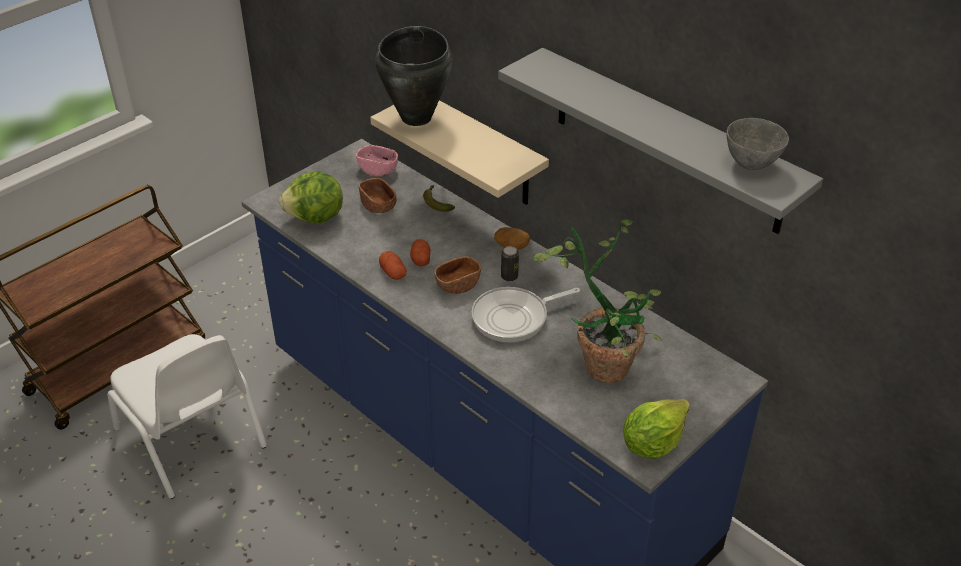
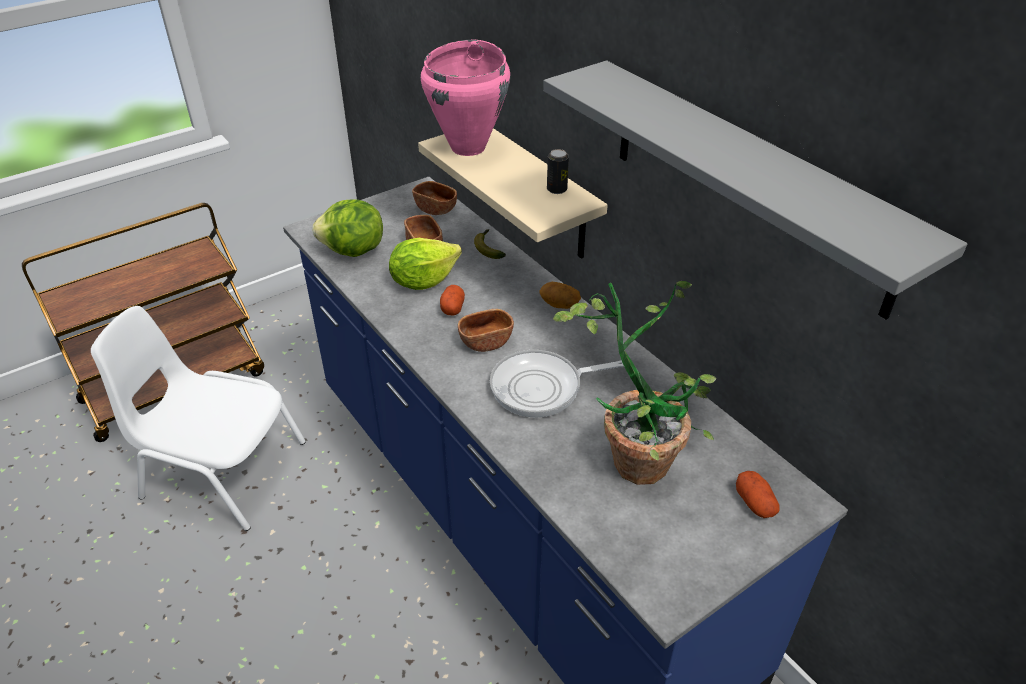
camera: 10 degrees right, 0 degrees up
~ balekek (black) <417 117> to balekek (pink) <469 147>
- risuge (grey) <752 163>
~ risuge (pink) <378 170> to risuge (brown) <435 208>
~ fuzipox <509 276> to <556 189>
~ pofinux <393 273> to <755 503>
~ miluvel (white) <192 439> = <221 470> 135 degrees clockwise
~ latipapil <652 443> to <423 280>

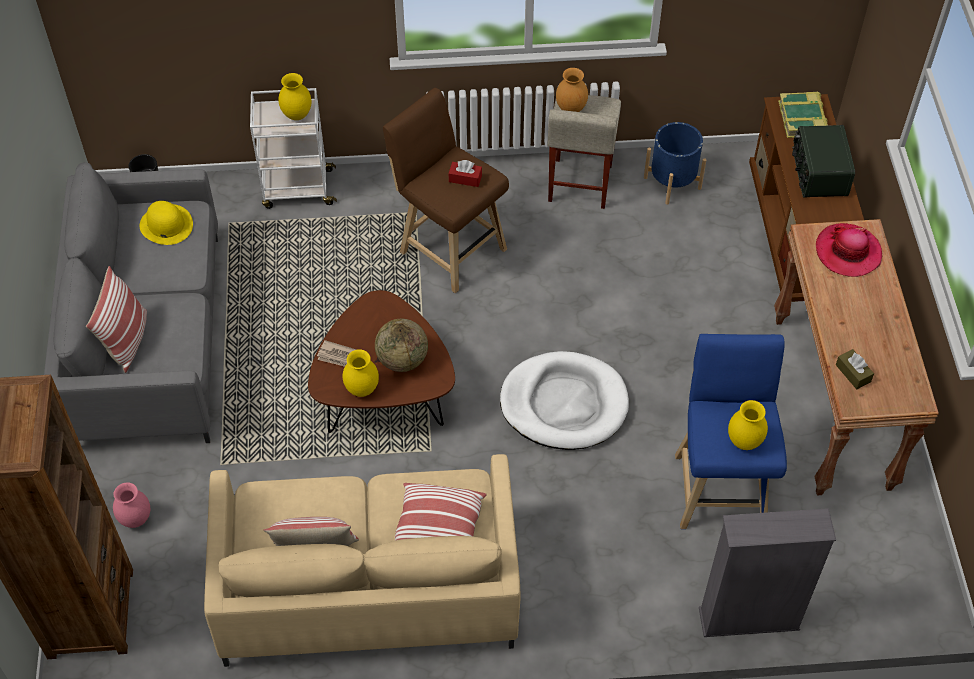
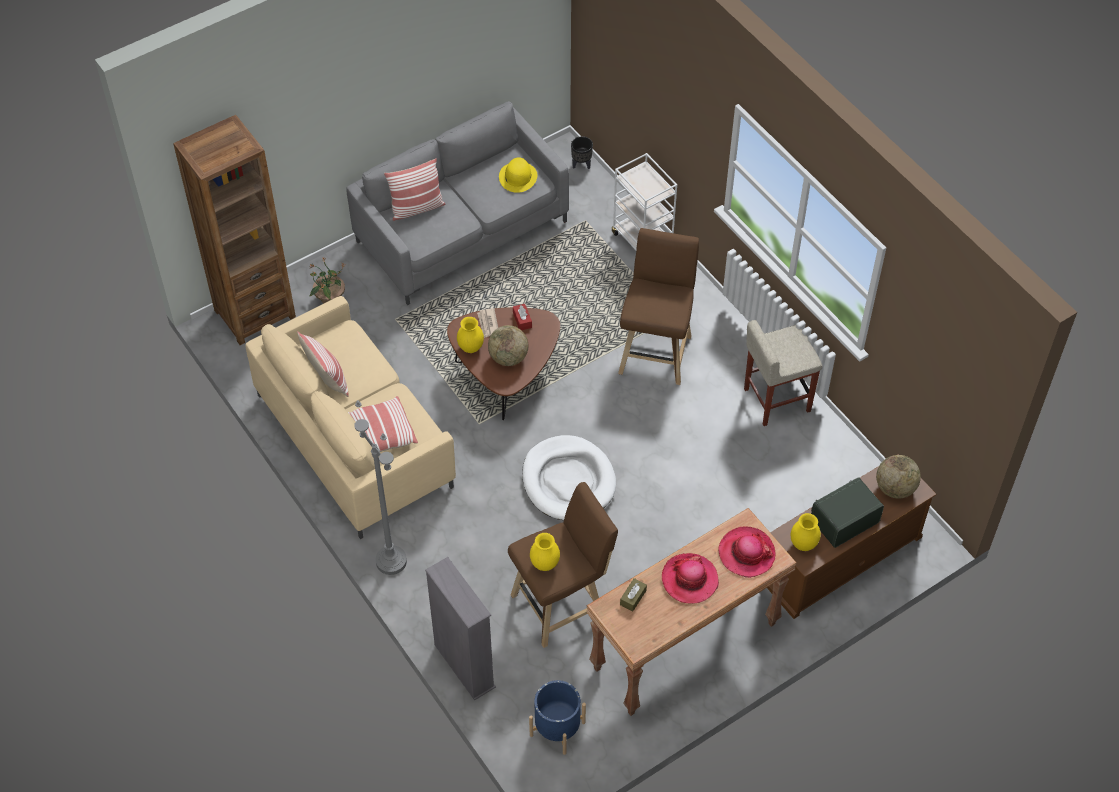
camera: 60 degrees right, 0 degrees up
- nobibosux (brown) <570 109>
~ nobibosux (yellow) <297 115> to <803 545>
~ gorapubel <803 119> to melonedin <895 488>
~ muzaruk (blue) <672 183> to <557 729>
~ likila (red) <465 178> to <522 320>
~ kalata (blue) <719 485> to kalata (brown) <562 604>
~ nobibosux (pink) <135 519> to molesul <329 299>
+ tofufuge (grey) <391 561>
+ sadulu <689 580>

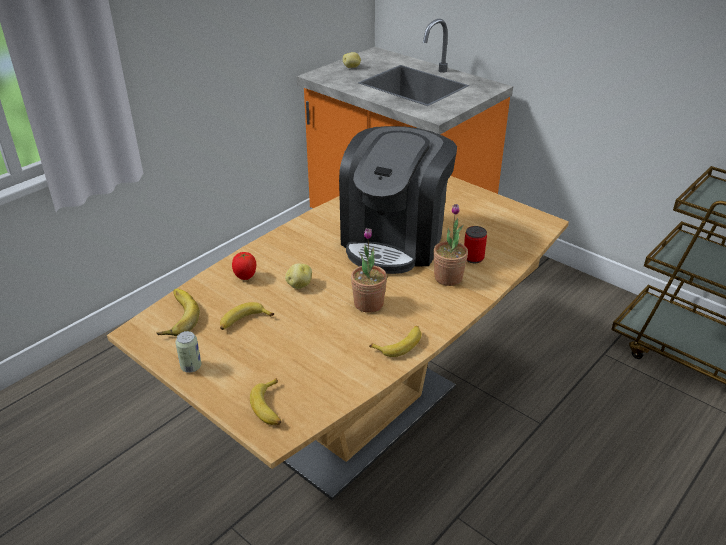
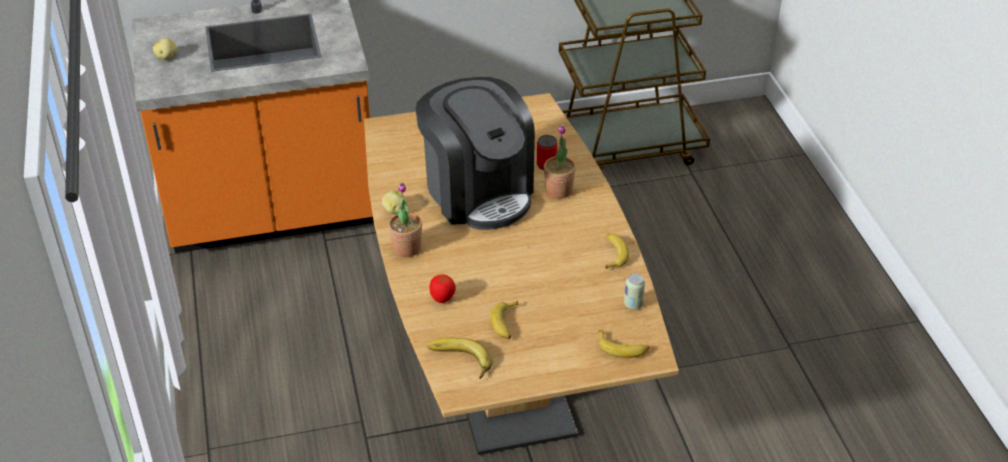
camera: 55 degrees left, 5 degrees up
~ molesul <368 304> to <406 248>
~ pofinux <299 285> to <394 211>
~ fuzipox <191 367> to <633 304>

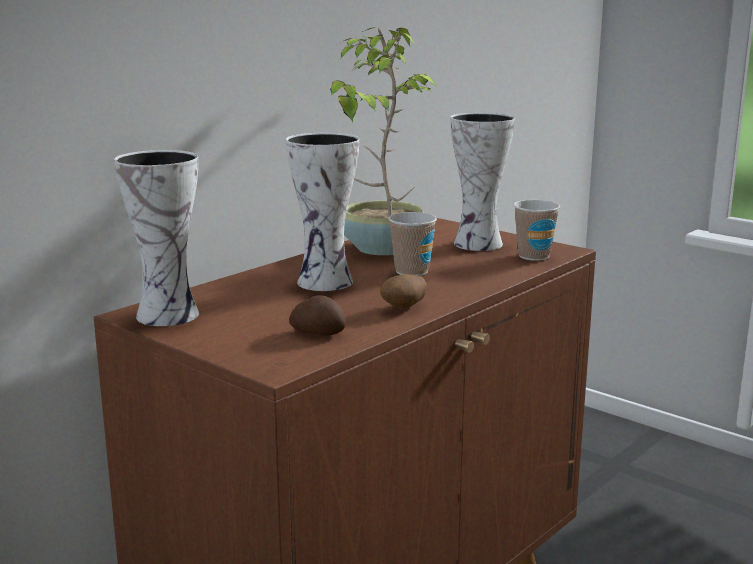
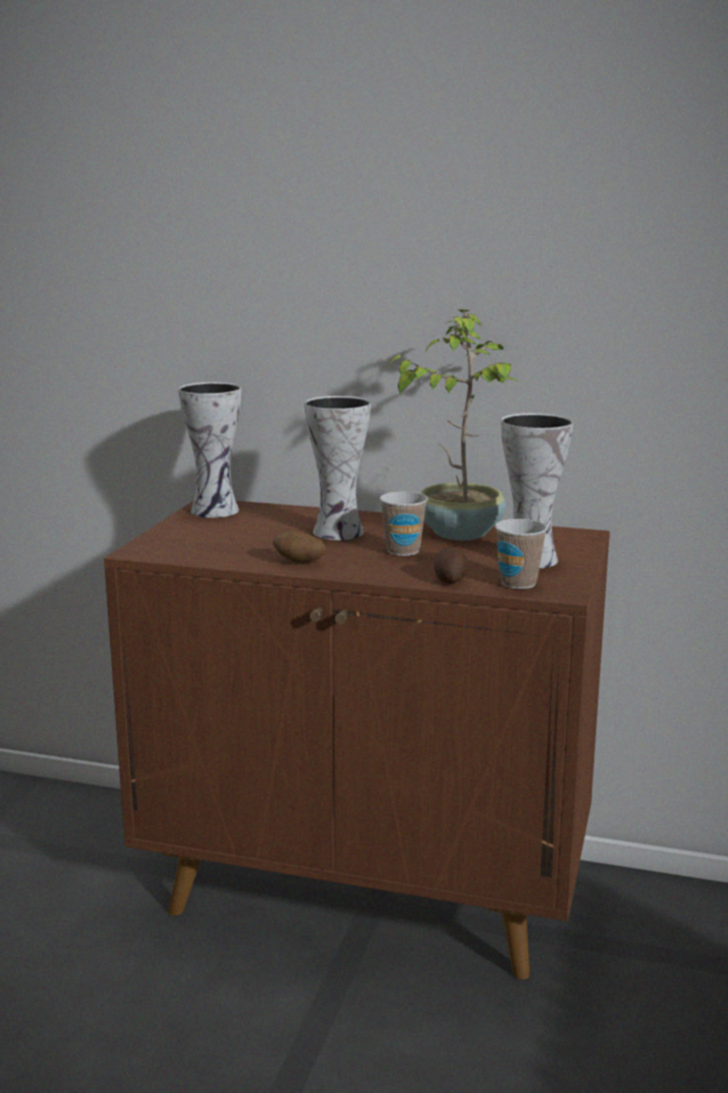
camera: 65 degrees right, 0 degrees up
~ pofinux <318 332> to <450 579>

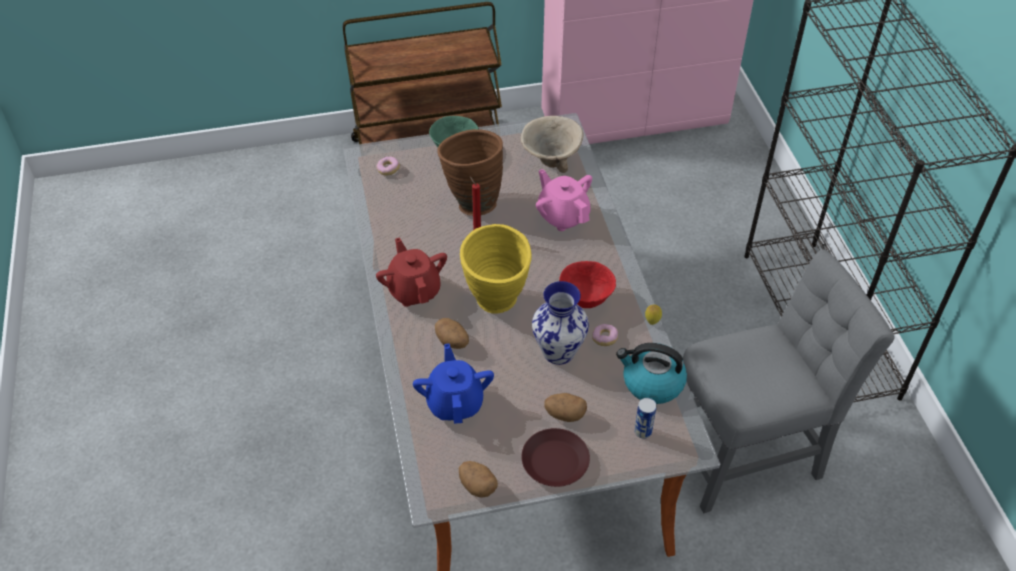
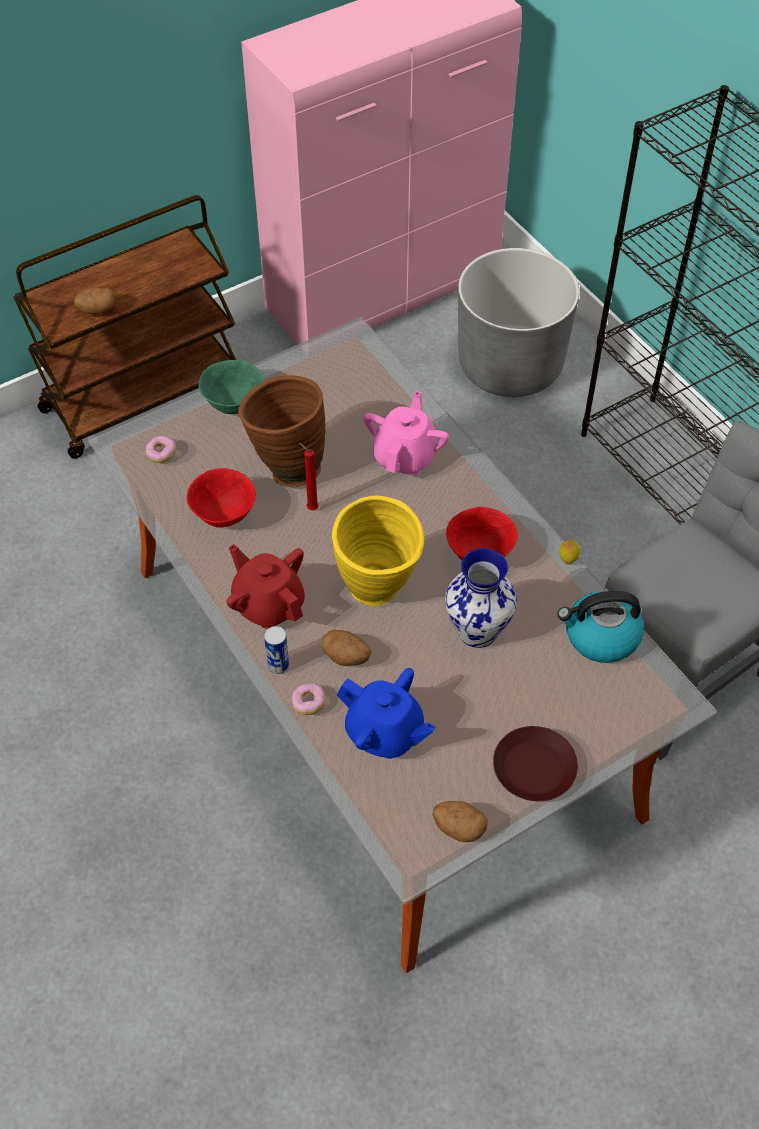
camera: 20 degrees left, 5 degrees up
- risuge (beige) <550 161>
~ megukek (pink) <563 216> = <405 456> 75 degrees clockwise
~ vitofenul <604 339> to <308 703>
~ megukek (blue) <455 402> = <384 733> 150 degrees clockwise
~ pofinux <564 414> to <96 310>
~ fuzipox <643 431> to <278 665>
+ muzaruk (grey) <510 365>
+ risuge (red) <224 516>

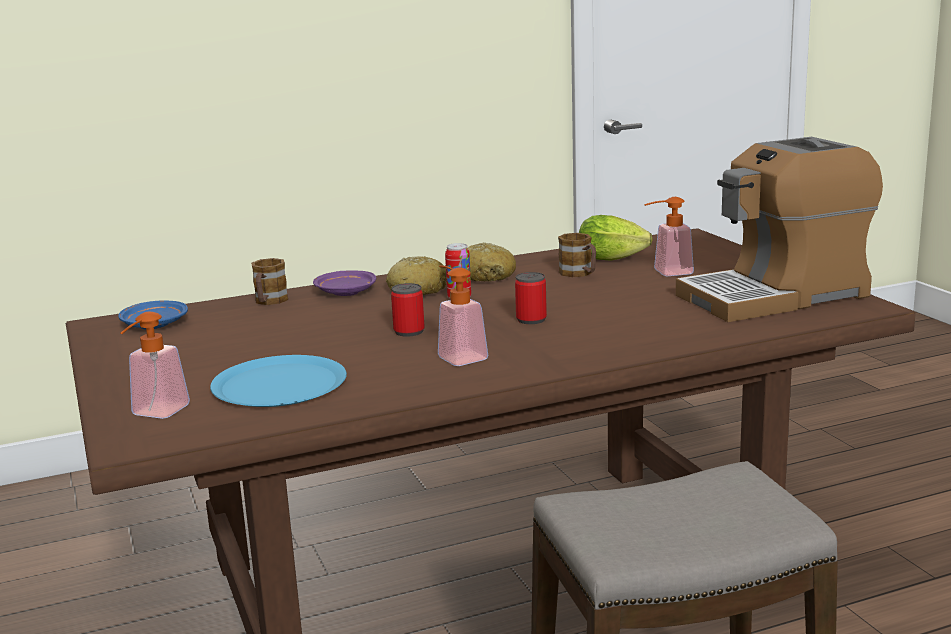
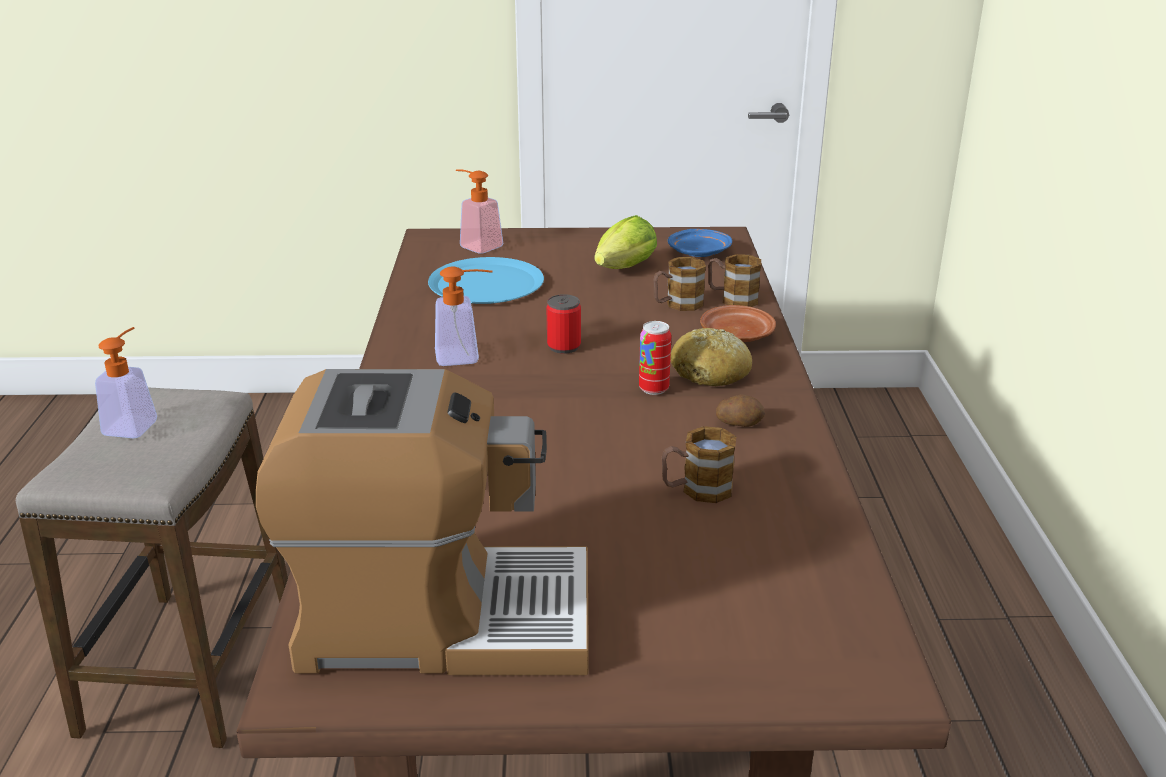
camera: 110 degrees right, 10 degrees up
~ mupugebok <776 296> = <441 619> 90 degrees clockwise
~ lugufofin <666 273> to <135 423>
~ latipapil <615 259> to <622 270>
~ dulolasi <486 276> to pofinux <739 423>
~ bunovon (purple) <345 292> to bunovon (brown) <736 335>
- fuzipox <531 320>
+ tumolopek <677 305>

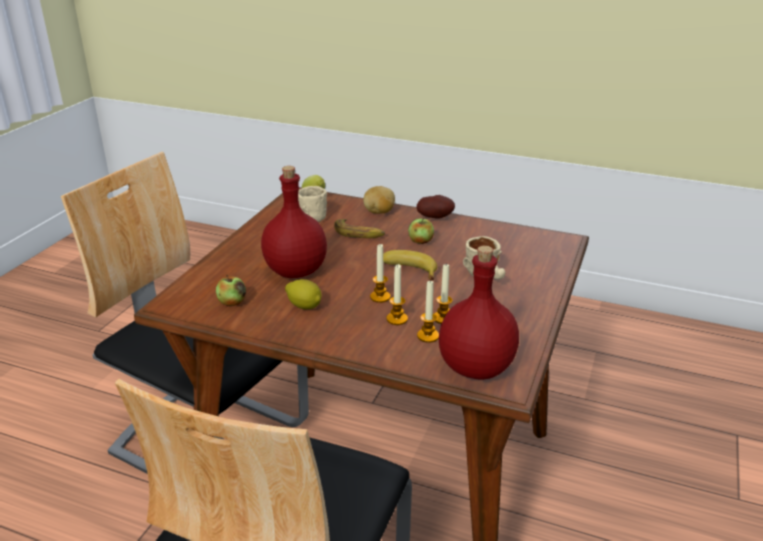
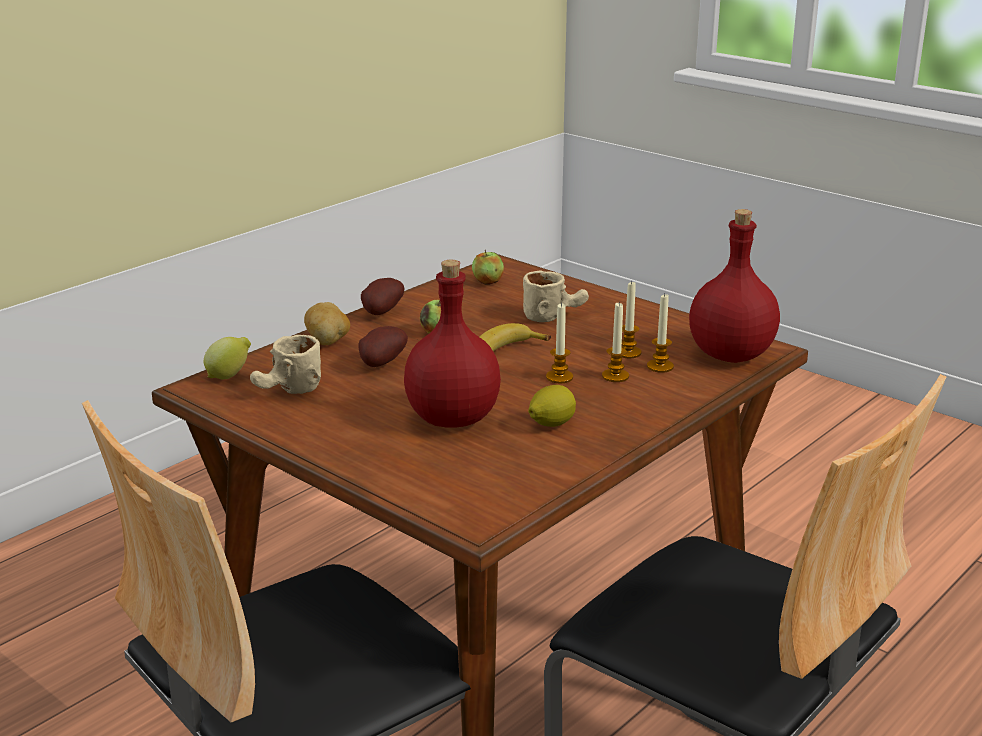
camera: 70 degrees left, 5 degrees down
~ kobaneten <359 233> to pofinux <380 364>
~ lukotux <232 302> to <487 282>

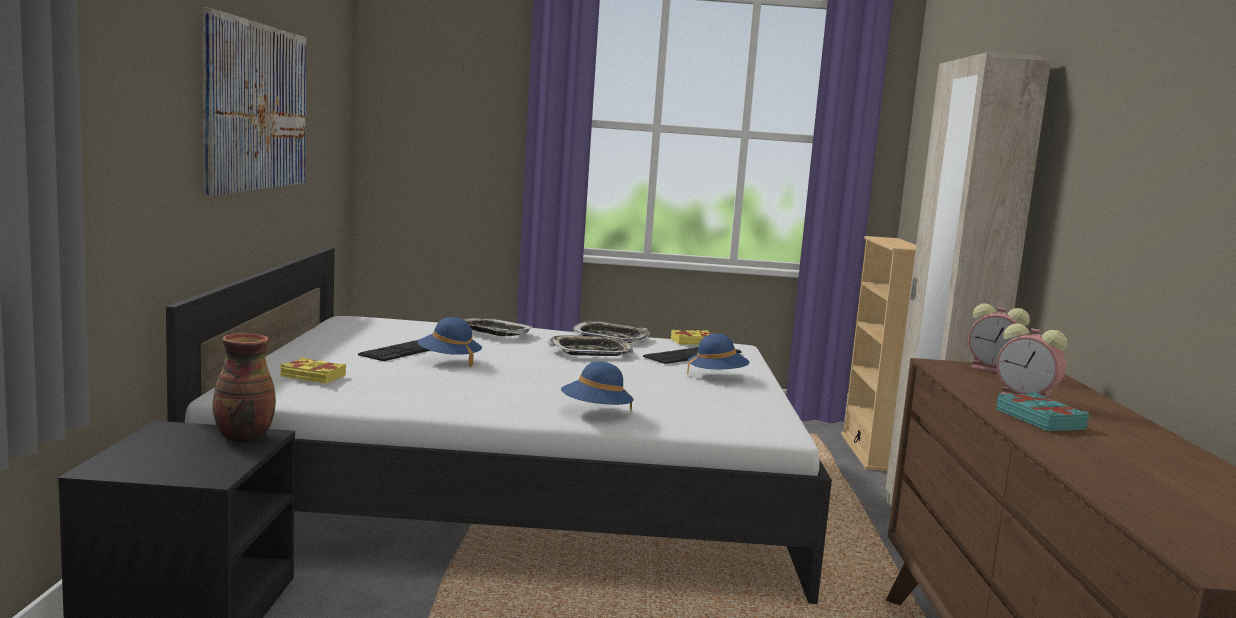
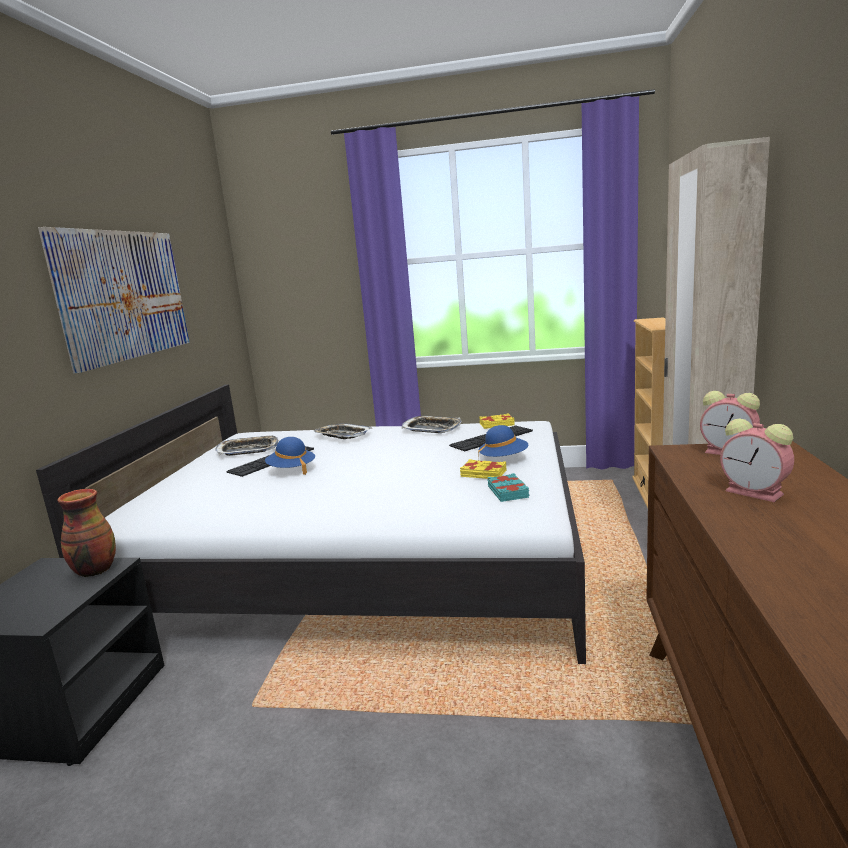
camera: 10 degrees right, 5 degrees up
~ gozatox <590 352> to <248 450>
~ gorapubel (yellow) <312 376> to <483 474>
- sadulu (blue) <596 412>
~ gorapubel (turquoise) <1040 419> to <508 492>

